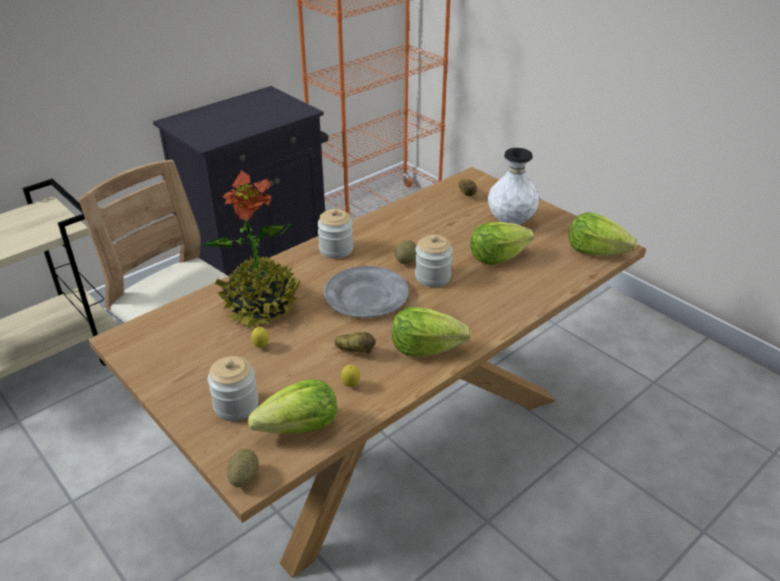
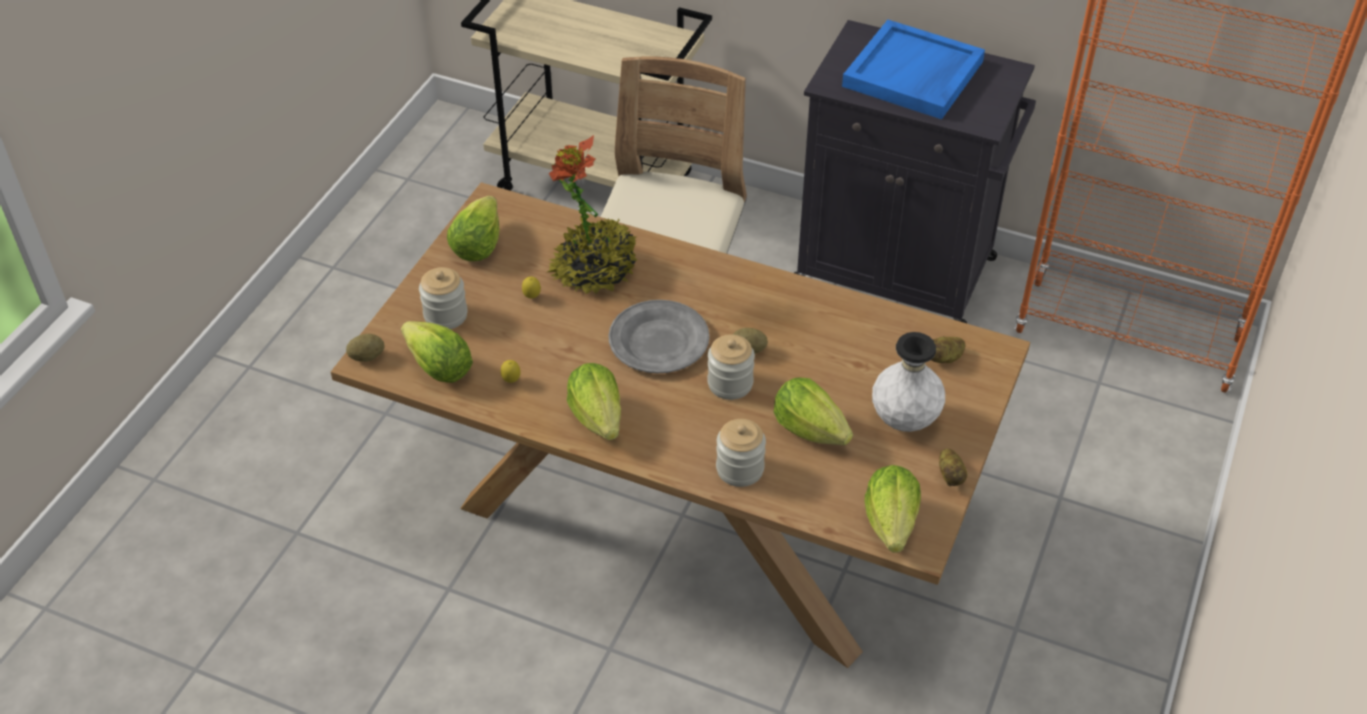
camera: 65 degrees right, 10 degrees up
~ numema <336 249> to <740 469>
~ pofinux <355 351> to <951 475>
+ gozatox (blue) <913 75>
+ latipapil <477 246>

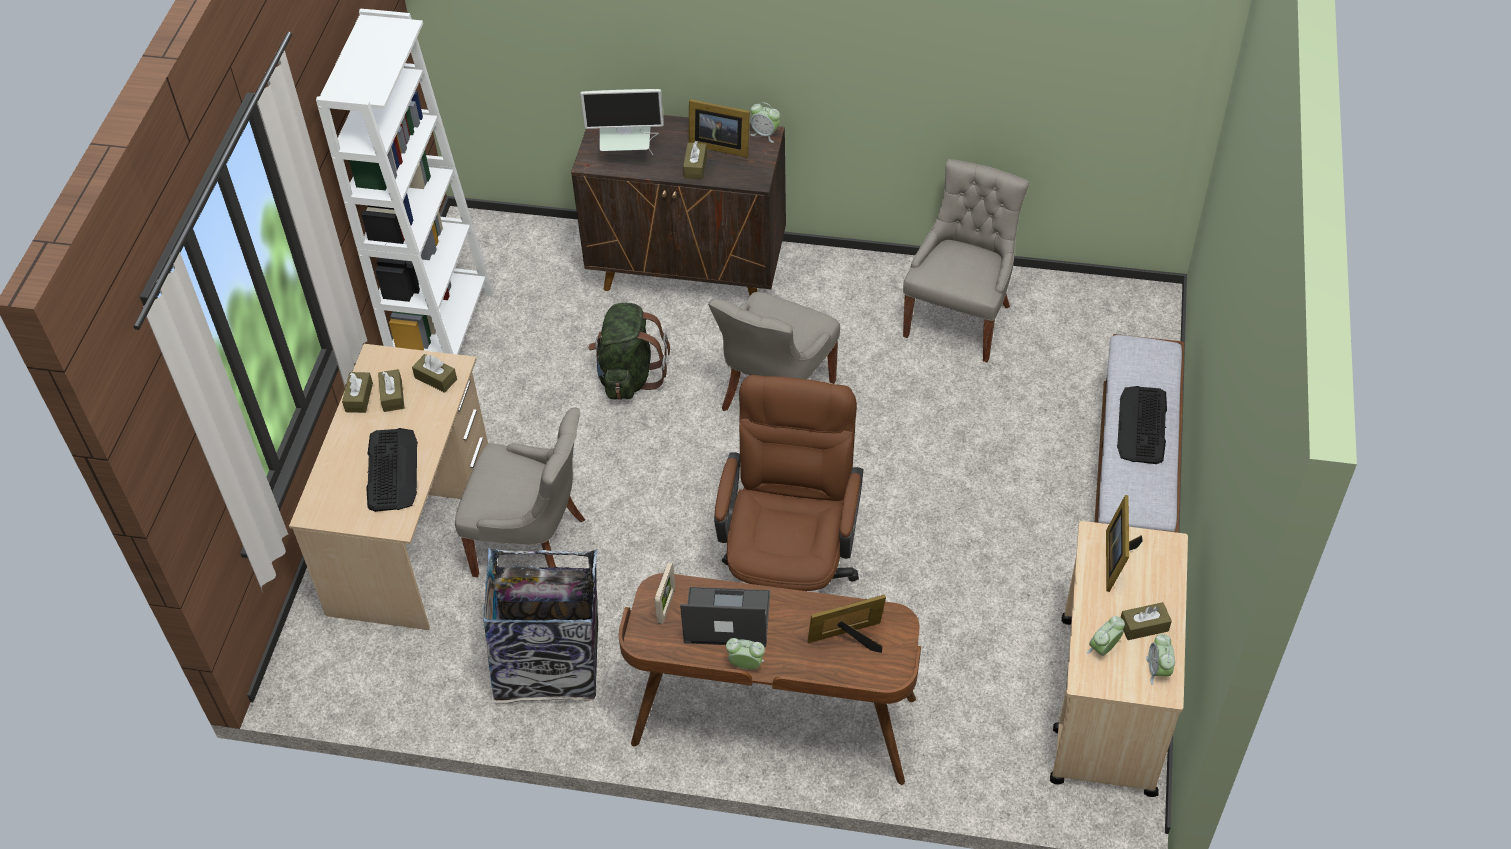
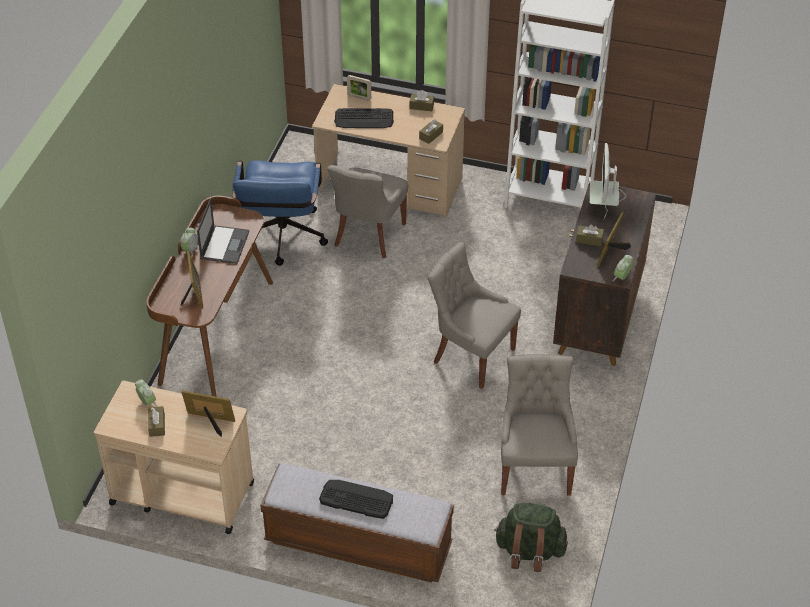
camera: 95 degrees right, 5 degrees down
~ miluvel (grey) <960 319> = <534 468> 120 degrees counterclockwise
~ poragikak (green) <629 376> to <529 551>
- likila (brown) <392 396>
- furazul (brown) <790 574>
~ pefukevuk <550 663> to furazul (blue) <282 240>
~ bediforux <666 606> to <359 97>
- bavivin <1158 670>

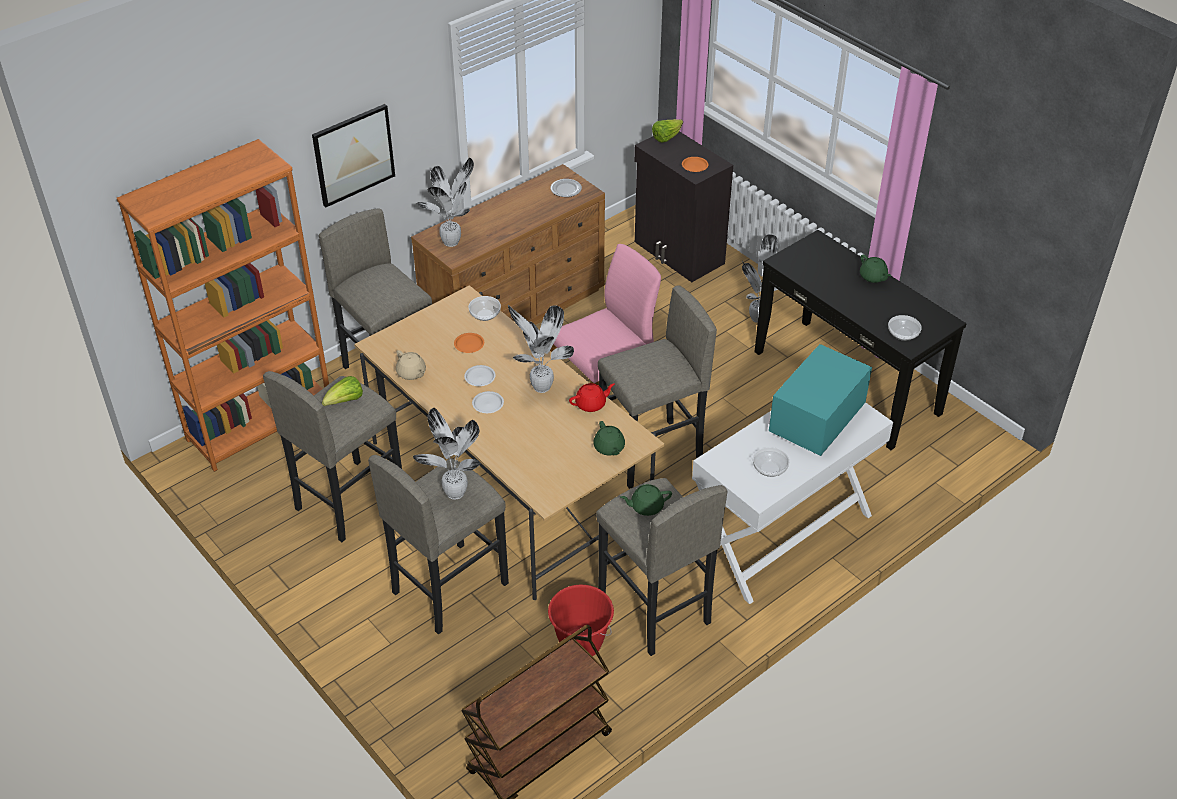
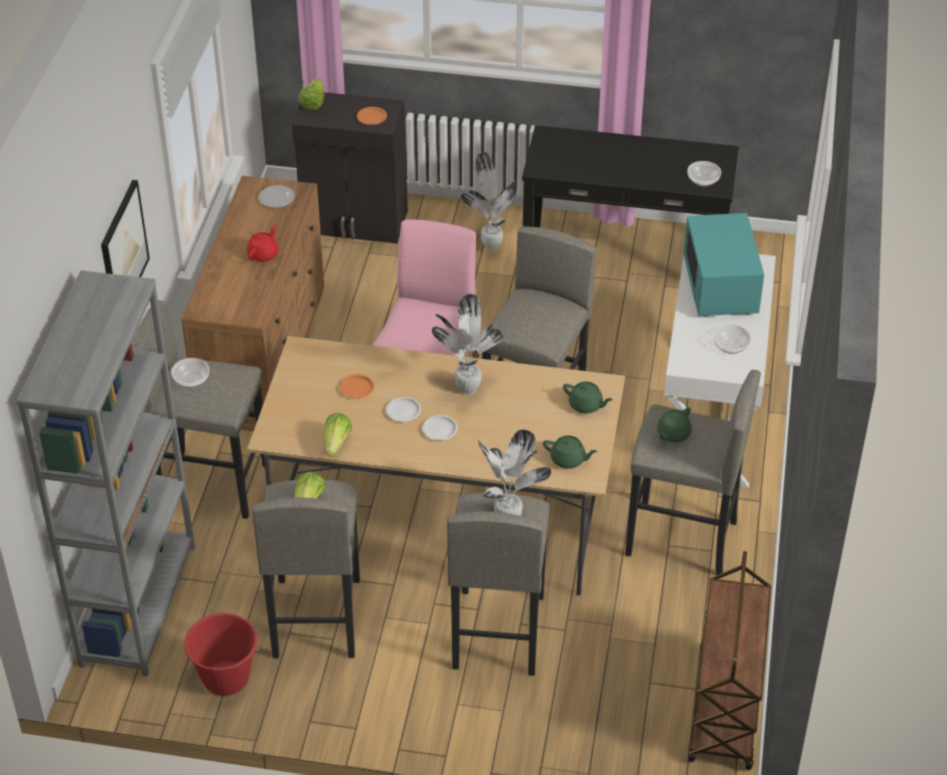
camera: 40 degrees left, 0 degrees up
~ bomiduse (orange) <260 423> to bomiduse (grey) <138 604>
- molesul <453 242>
~ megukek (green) <873 277> to <568 460>
~ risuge <484 315> to <191 380>
~ megukek (beige) <411 373> to latipapil <336 443>
~ megukek (red) <591 404> to <263 254>
~ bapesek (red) <580 643> to <225 679>

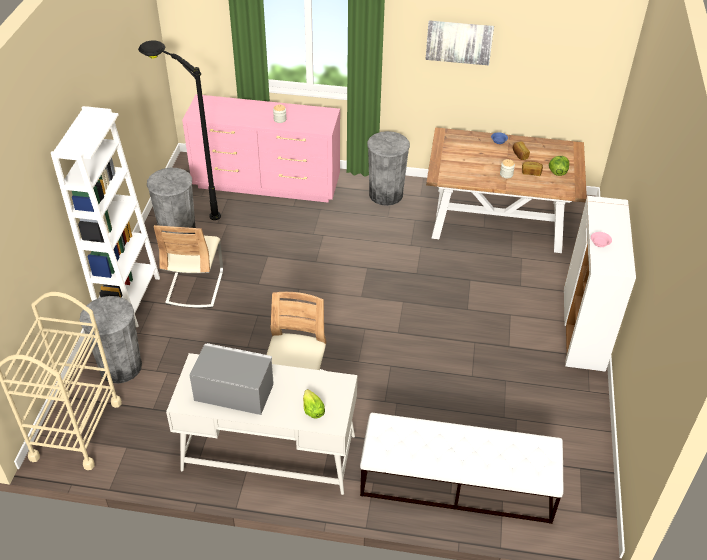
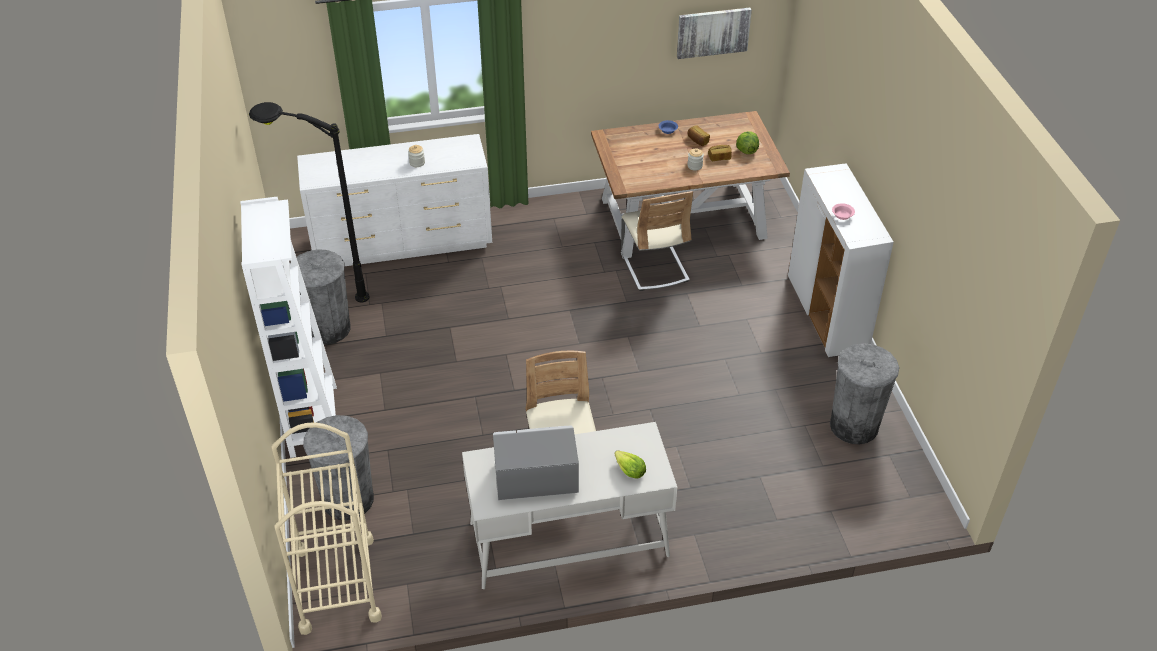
camera: 20 degrees left, 0 degrees up
~ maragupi <459 42> to <713 32>
~ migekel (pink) <267 184> to migekel (white) <403 243>
~ pefukevuk (grey) <386 194> to <854 426>
~ miluvel (beige) <195 287> to <654 267>
- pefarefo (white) <456 484>

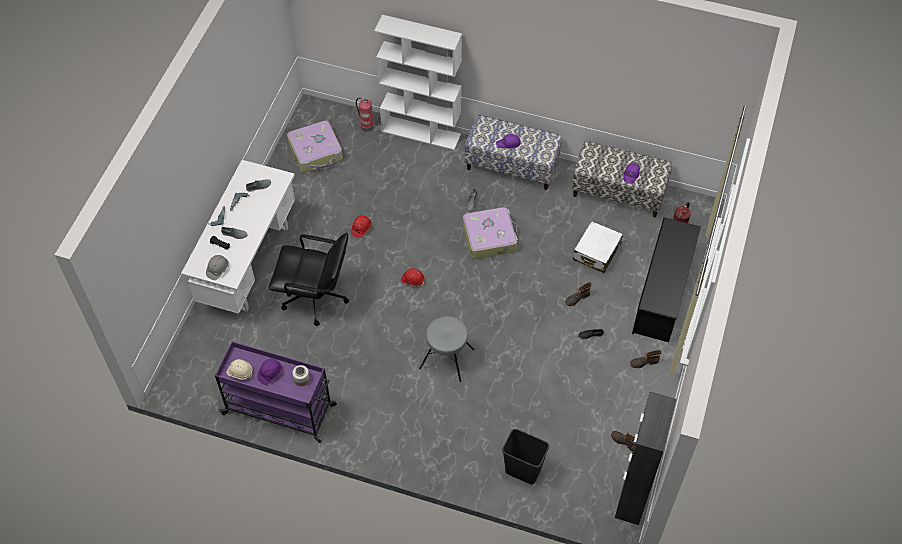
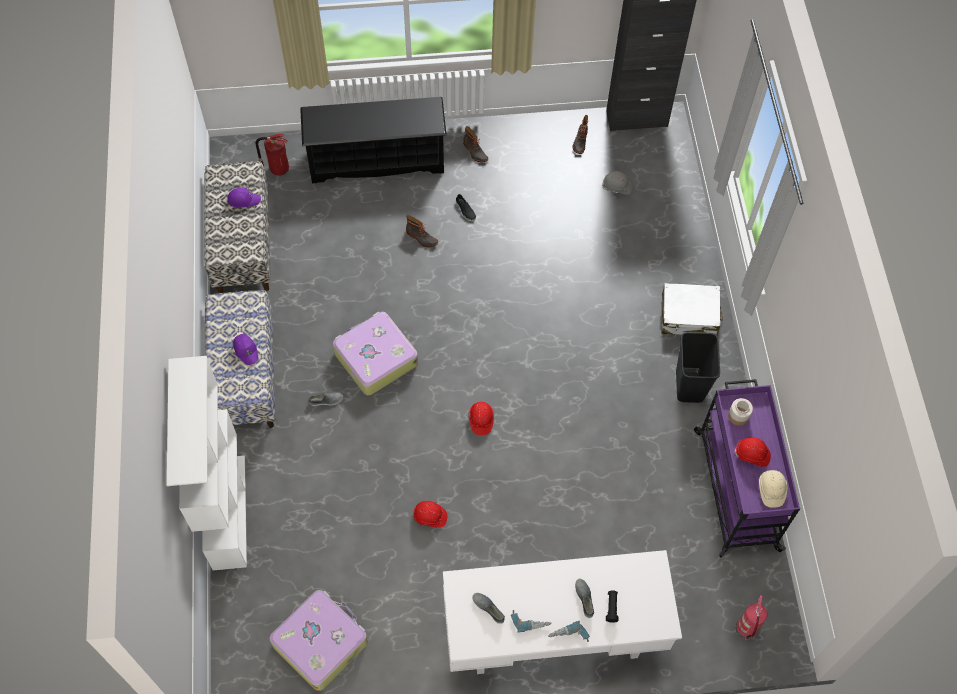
camera: 115 degrees left, 5 degrees up
~ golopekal <366 126> to <746 630>
~ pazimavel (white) <596 252> to <689 316>
- furazul (black) <315 298>
~ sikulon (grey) <217 269> to <616 187>
- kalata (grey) <446 359>
~ sikulon (purple) <270 373> to sikulon (red) <752 455>
~ pefukevuk (black) <522 471> to <690 386>

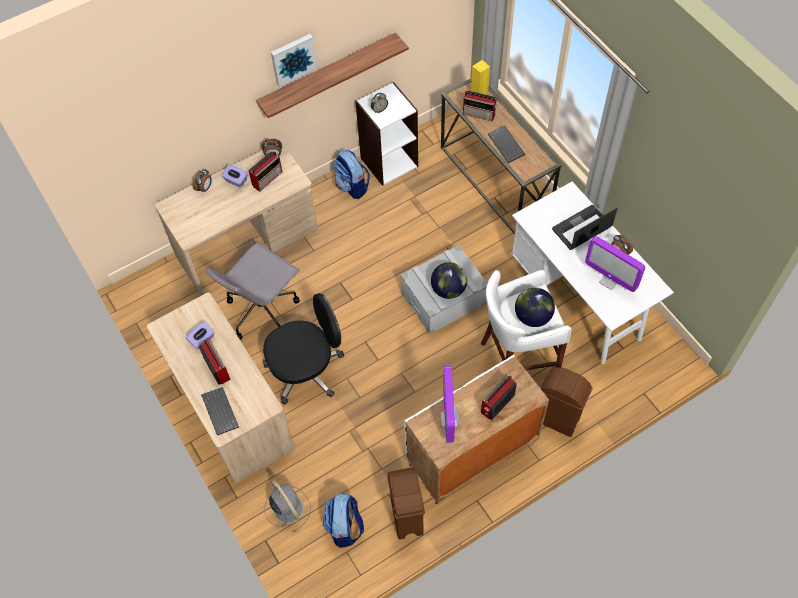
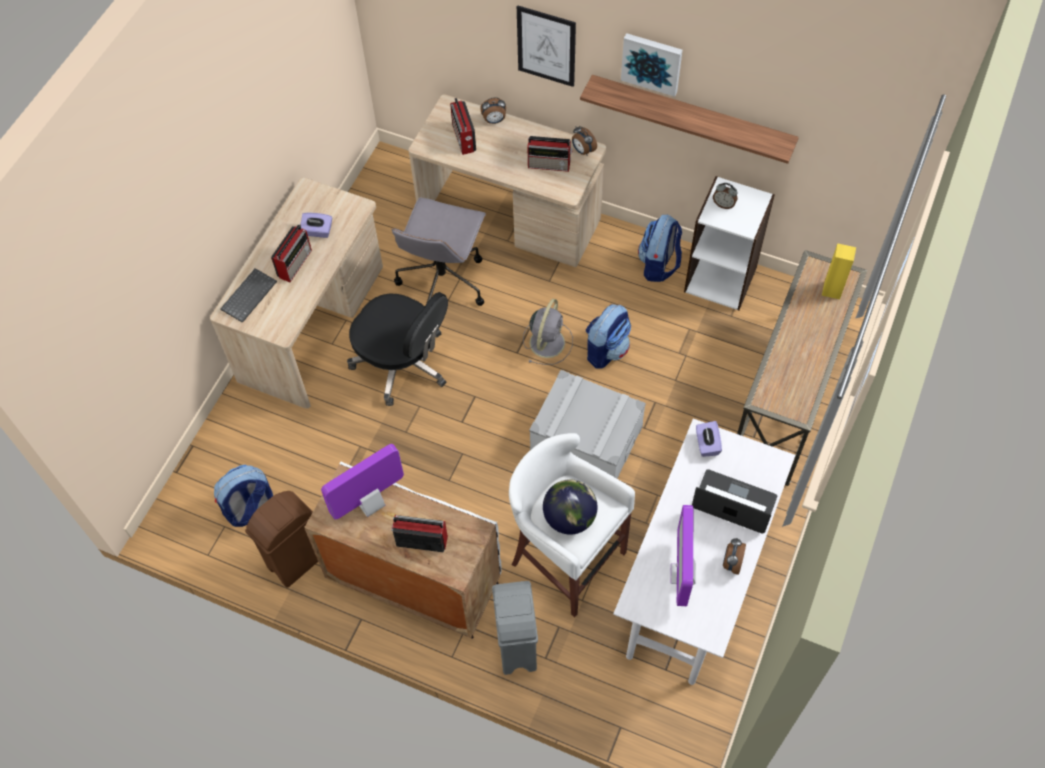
camera: 55 degrees right, 0 degrees up
~ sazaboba <479 114> to <464 139>
- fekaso <507 145>
~ likila (purple) <236 181> to <707 444>
~ furazul (grey) <263 310> = <443 282> 75 degrees counterclockwise
- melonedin <448 289>
~ pefukevuk (brown) <557 420> to pefukevuk (grey) <516 648>
~ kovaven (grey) <287 507> to <547 341>
+ maragupi <546 46>
+ poragikak <606 349>

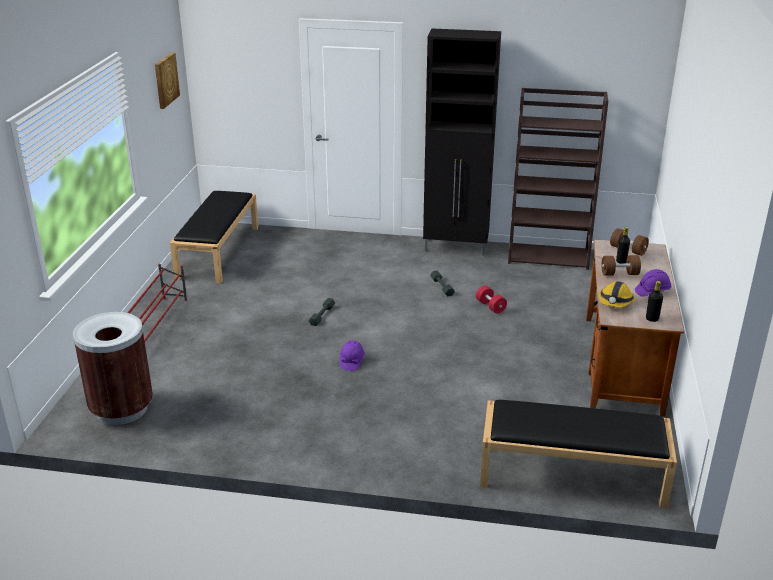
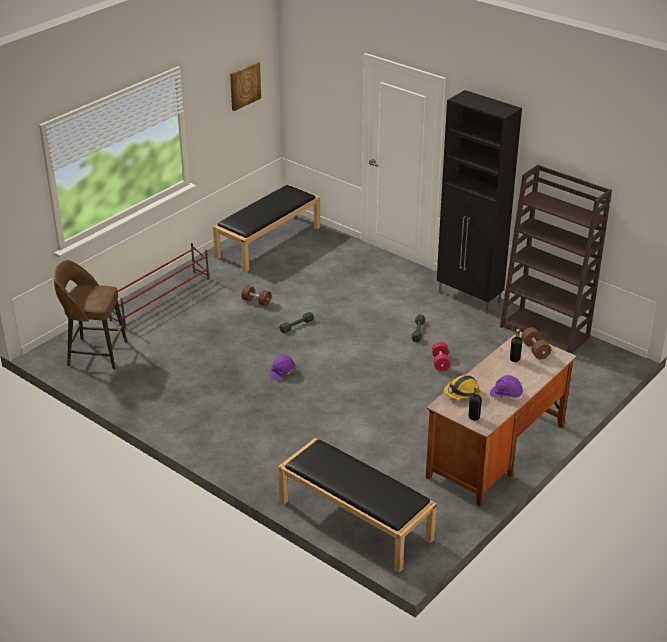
camera: 30 degrees right, 5 degrees up
~ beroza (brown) <619 274> to <256 301>
~ pefukevuk (brown) <121 409> to kalata (brown) <95 353>

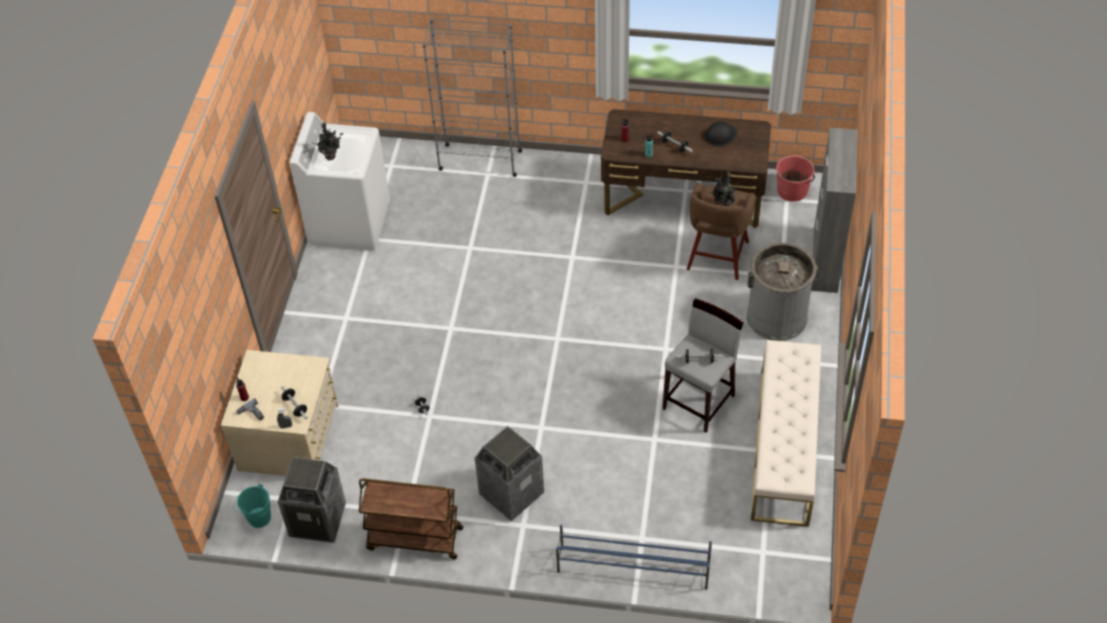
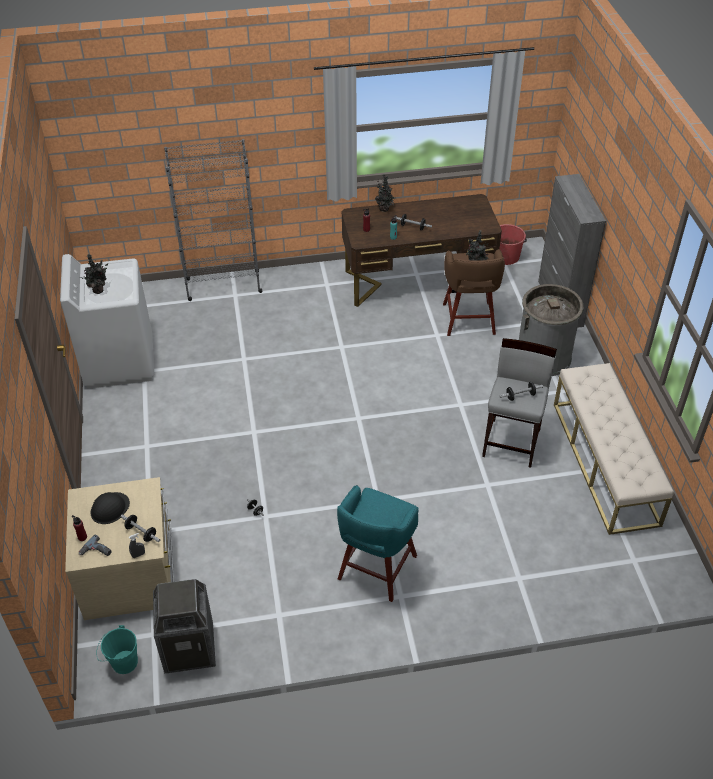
camera: 20 degrees left, 5 degrees down
~ sikulon (black) <720 135> to <109 508>
~ pefukevuk <511 494> to kalata (turquoise) <376 569>
- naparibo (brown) <414 539>
- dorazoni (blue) <632 567>
+ molesul <385 209>

